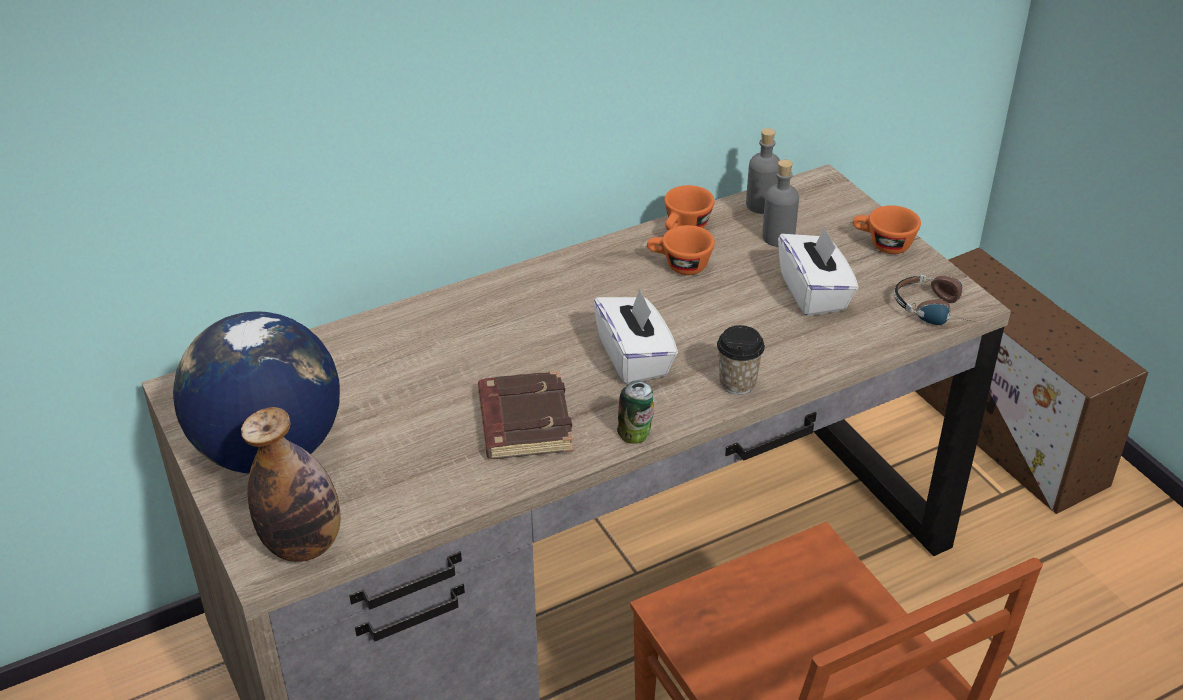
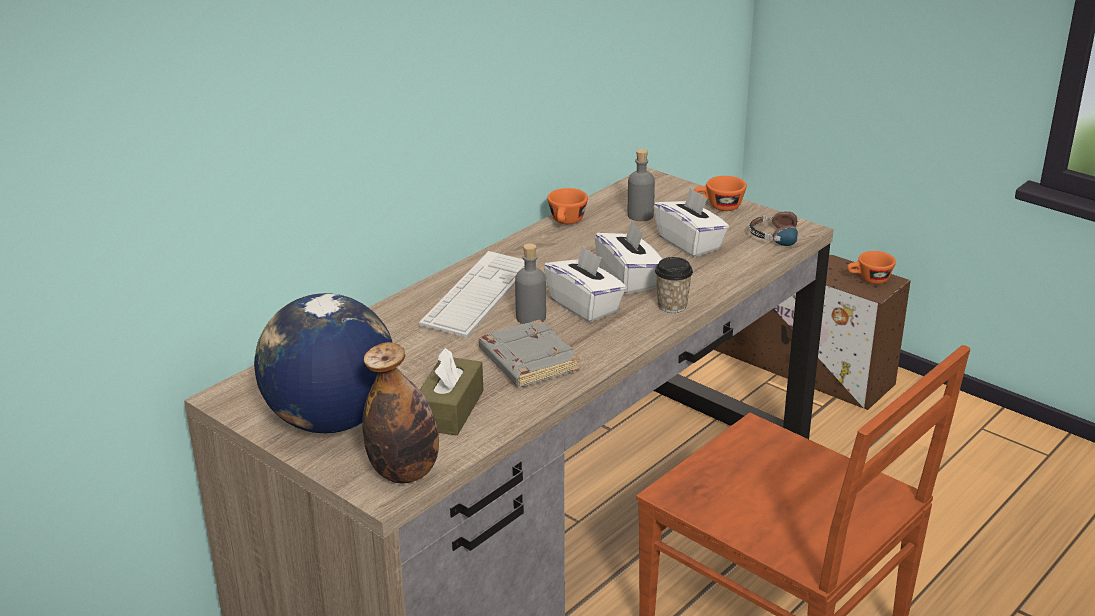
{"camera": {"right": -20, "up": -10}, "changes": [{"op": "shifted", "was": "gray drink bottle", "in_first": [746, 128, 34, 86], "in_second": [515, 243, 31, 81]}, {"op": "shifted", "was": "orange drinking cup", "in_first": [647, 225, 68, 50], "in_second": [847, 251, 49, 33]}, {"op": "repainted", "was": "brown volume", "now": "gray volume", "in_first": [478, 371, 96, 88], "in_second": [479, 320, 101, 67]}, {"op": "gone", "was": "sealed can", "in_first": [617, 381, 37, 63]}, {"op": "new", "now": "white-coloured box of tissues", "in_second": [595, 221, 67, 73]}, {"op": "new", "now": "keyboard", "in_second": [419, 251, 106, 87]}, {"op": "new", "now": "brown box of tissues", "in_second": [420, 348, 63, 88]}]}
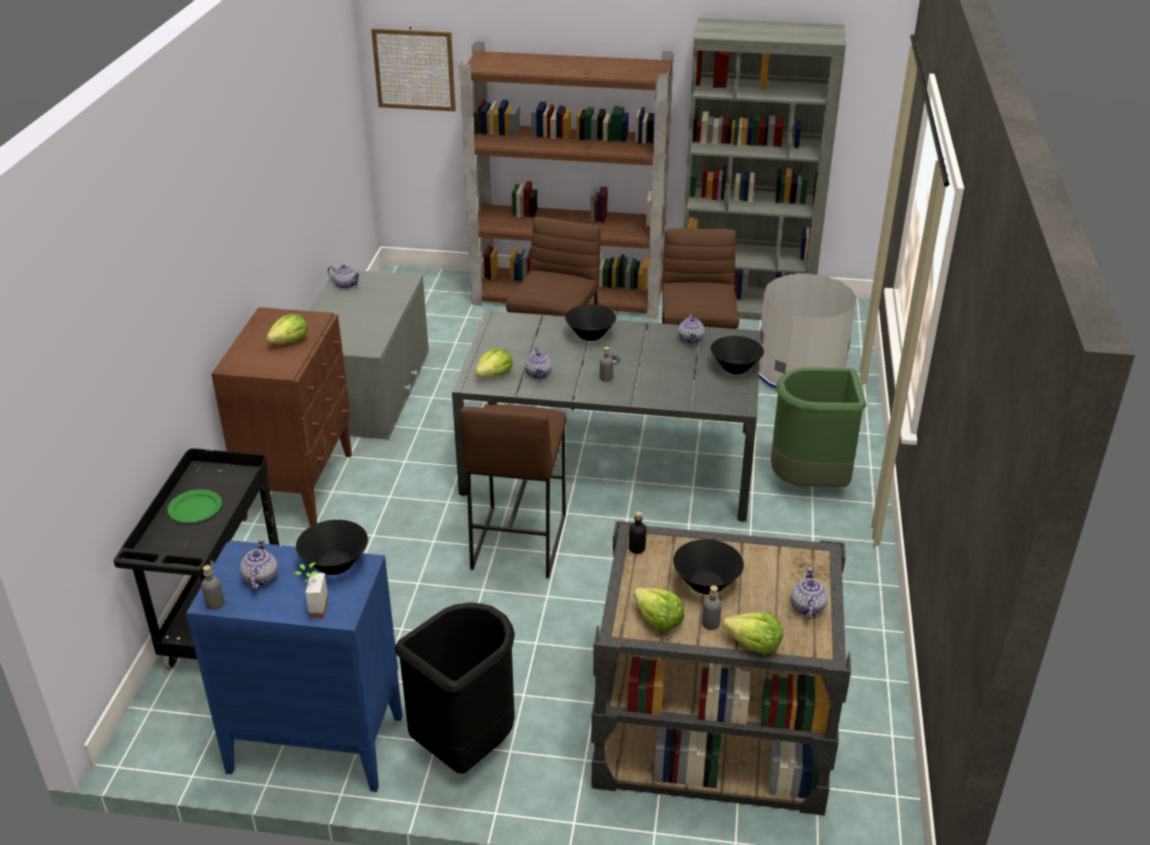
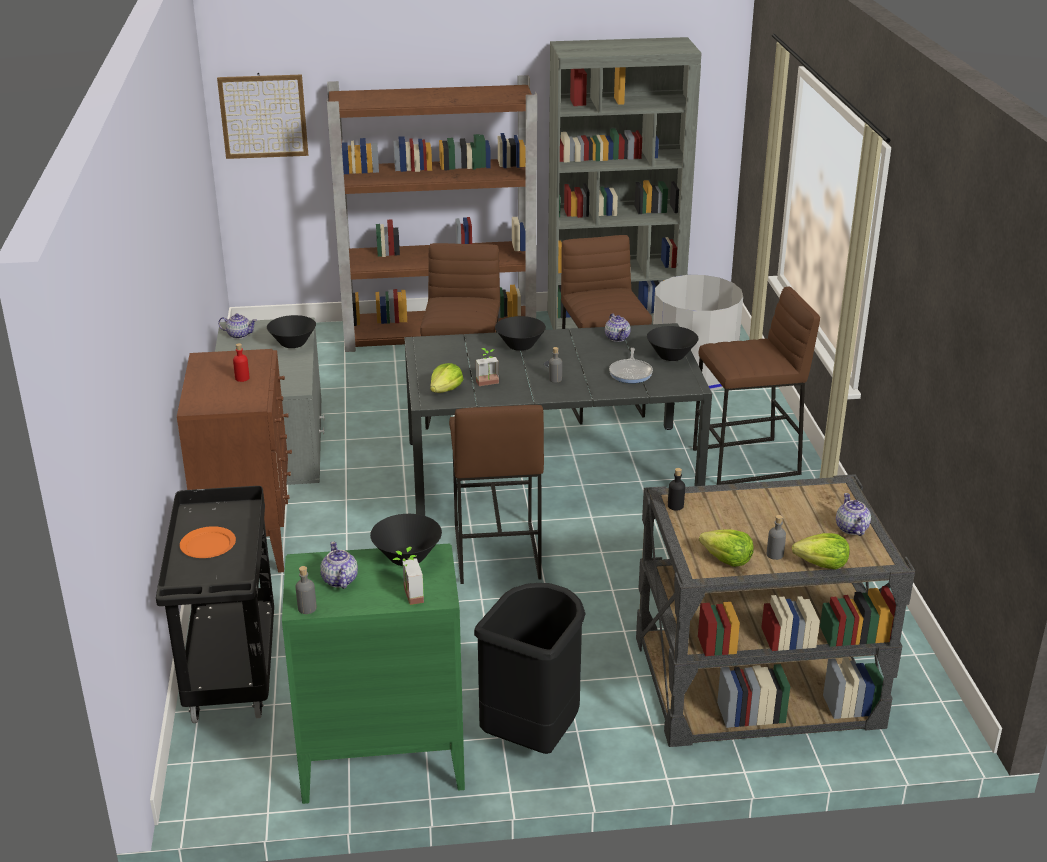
{"camera": {"right": -15, "up": -5}, "changes": [{"op": "swapped", "was": "lettuce head", "now": "reddish drink bottle", "in_first": [266, 314, 42, 30], "in_second": [233, 343, 16, 39]}, {"op": "swapped", "was": "tea pot", "now": "potted plant", "in_first": [525, 347, 27, 32], "in_second": [476, 348, 23, 38]}, {"op": "swapped", "was": "green trash can", "now": "brown stool", "in_first": [771, 368, 96, 119], "in_second": [693, 287, 127, 198]}, {"op": "repainted", "was": "green dinner plate", "now": "orange dinner plate", "in_first": [167, 489, 55, 34], "in_second": [180, 526, 56, 32]}, {"op": "shifted", "was": "black-coloured serving bowl", "in_first": [673, 539, 71, 55], "in_second": [267, 315, 49, 33]}, {"op": "repainted", "was": "blue-coloured dresser", "now": "green dresser", "in_first": [186, 540, 216, 252], "in_second": [282, 543, 183, 261]}, {"op": "new", "now": "frying pan", "in_second": [609, 348, 44, 35]}]}
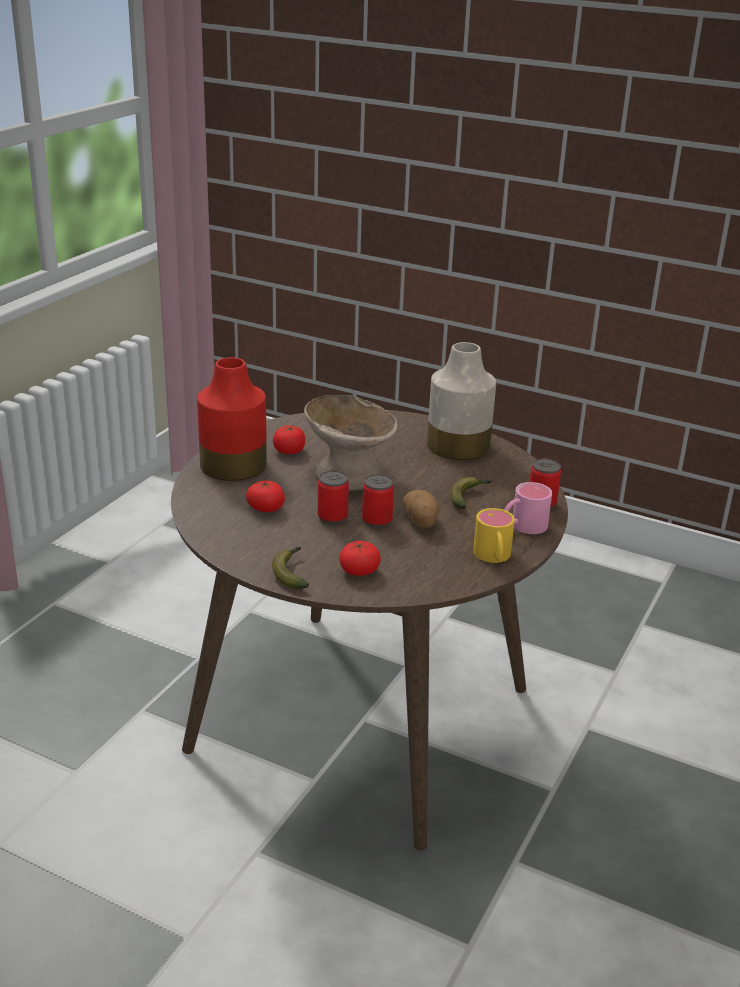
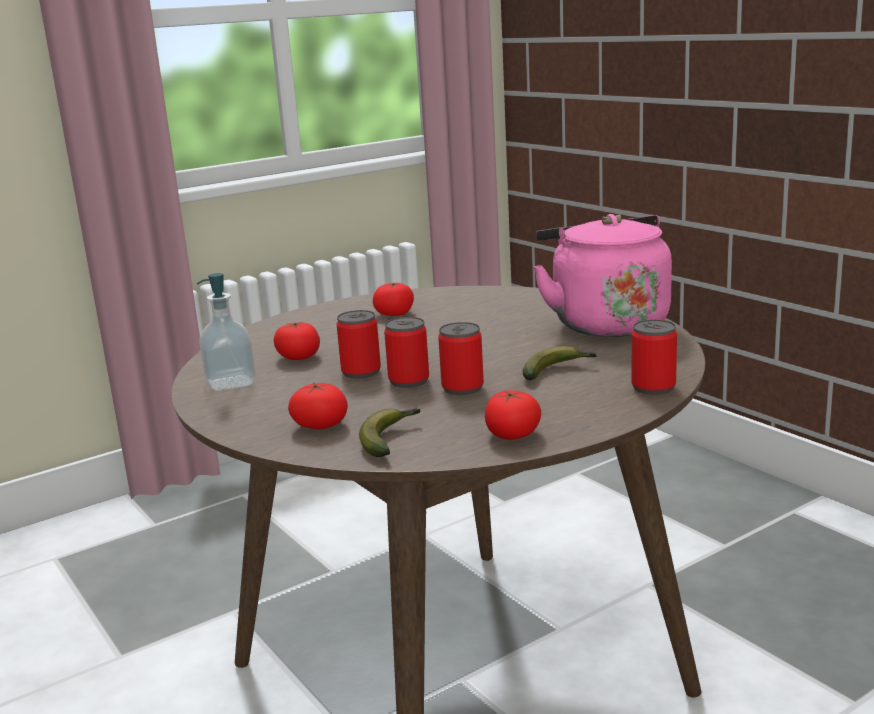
{"camera": {"right": 30, "up": -10}, "changes": [{"op": "swapped", "was": "beige-coloured vase", "now": "pink-coloured water kettle", "in_first": [427, 342, 69, 118], "in_second": [533, 214, 139, 123]}, {"op": "gone", "was": "reddish vase", "in_first": [197, 357, 70, 124]}, {"op": "gone", "was": "beige-coloured serving bowl", "in_first": [304, 395, 94, 96]}, {"op": "gone", "was": "pink-coloured coffee mug", "in_first": [505, 482, 47, 52]}, {"op": "swapped", "was": "spud", "now": "sealed can", "in_first": [403, 490, 36, 38], "in_second": [438, 322, 46, 73]}, {"op": "swapped", "was": "yellow-coloured coffee mug", "now": "fresh tomato", "in_first": [473, 508, 42, 55], "in_second": [485, 390, 56, 50]}, {"op": "shifted", "was": "banana fruit", "in_first": [272, 547, 37, 42], "in_second": [359, 409, 61, 48]}, {"op": "new", "now": "liquid soap bottle", "in_second": [197, 273, 59, 118]}]}
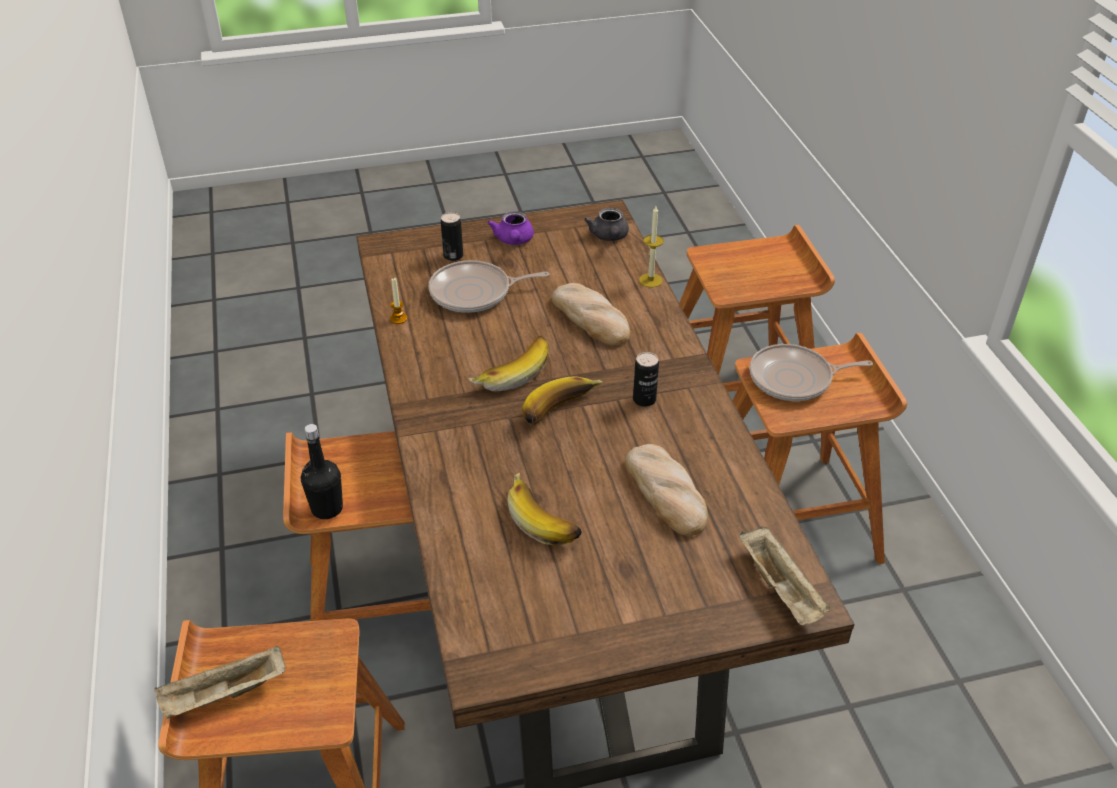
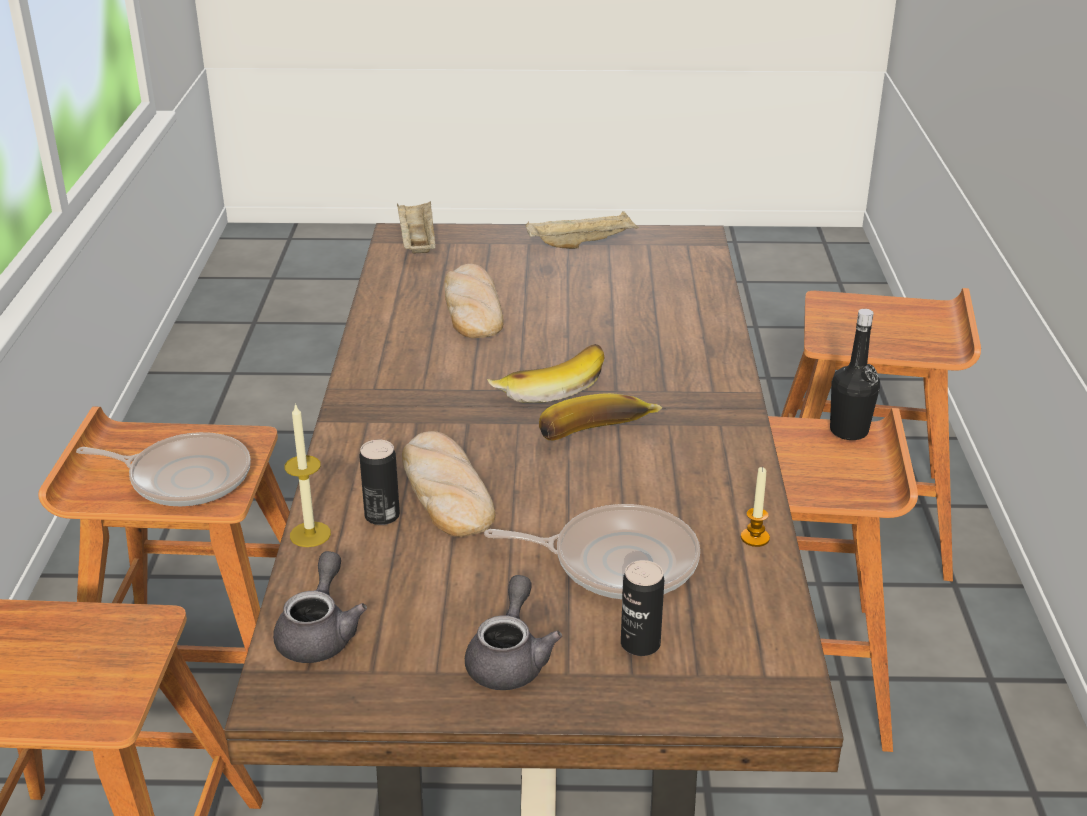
{"camera": {"right": -165, "up": -10}, "changes": [{"op": "repainted", "was": "purple-coloured tea pot", "now": "gray tea pot", "in_first": [487, 211, 47, 34], "in_second": [465, 575, 97, 115]}, {"op": "shifted", "was": "sealed can", "in_first": [633, 352, 26, 55], "in_second": [359, 440, 41, 85]}, {"op": "gone", "was": "banana fruit", "in_first": [507, 472, 75, 73]}, {"op": "shifted", "was": "beige-coloured carrying tray", "in_first": [154, 645, 132, 74], "in_second": [525, 211, 114, 38]}]}
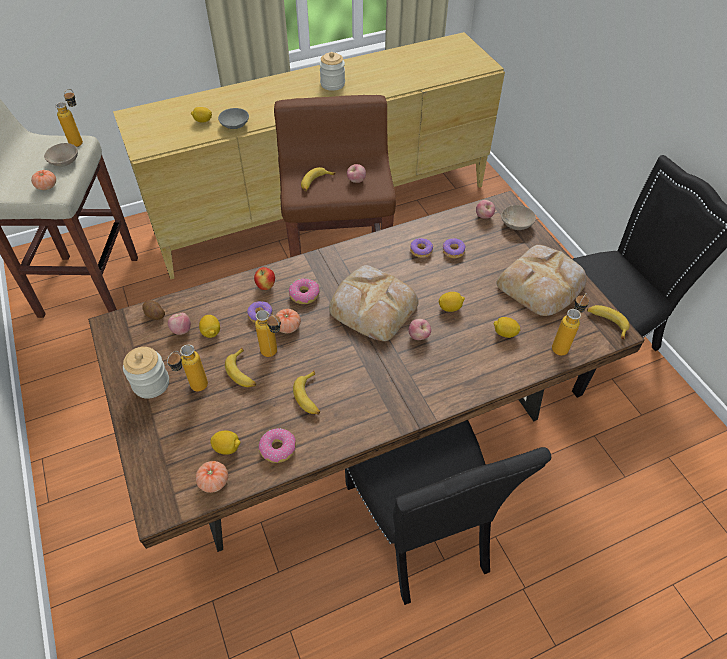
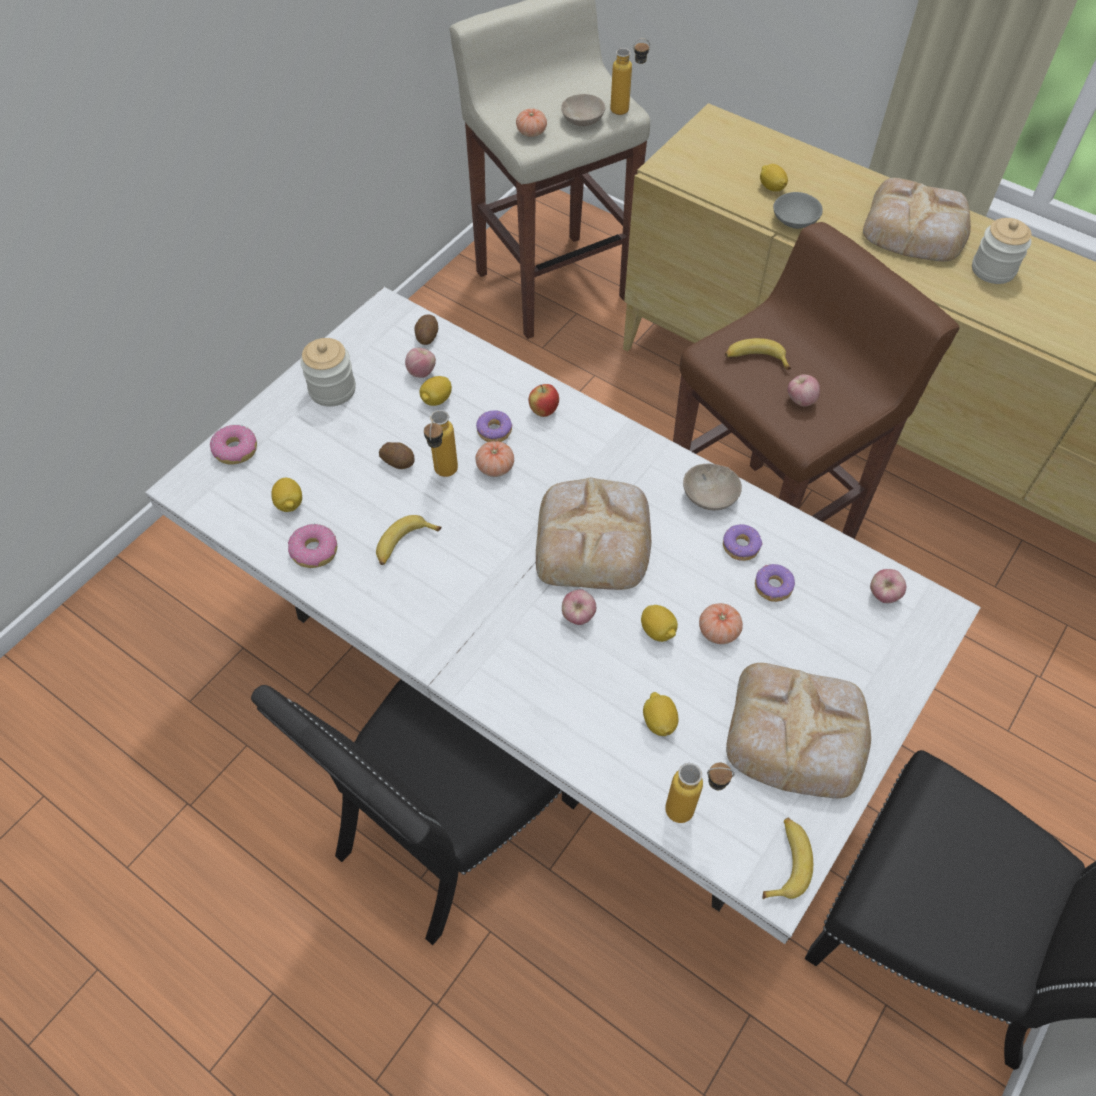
{"camera": {"right": 60, "up": 5}, "changes": [{"op": "repainted", "was": "brown dining table", "now": "white-coloured dining table", "in_first": [88, 191, 557, 361], "in_second": [145, 287, 836, 657]}, {"op": "shifted", "was": "beige-coloured serving bowl", "in_first": [501, 205, 35, 25], "in_second": [683, 464, 59, 46]}, {"op": "shifted", "was": "donut", "in_first": [289, 278, 31, 26], "in_second": [210, 425, 47, 40]}, {"op": "gone", "was": "drink bottle", "in_first": [166, 345, 42, 46]}, {"op": "swapped", "was": "banana fruit", "now": "spud", "in_first": [225, 348, 31, 39], "in_second": [379, 442, 36, 27]}, {"op": "shifted", "was": "fresh tomato", "in_first": [196, 461, 32, 32], "in_second": [699, 603, 44, 41]}, {"op": "new", "now": "bakery bread", "in_second": [863, 178, 108, 84]}]}
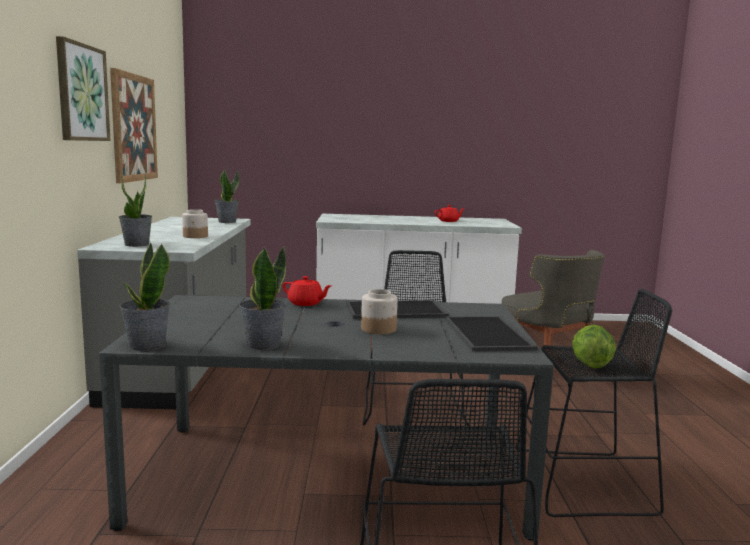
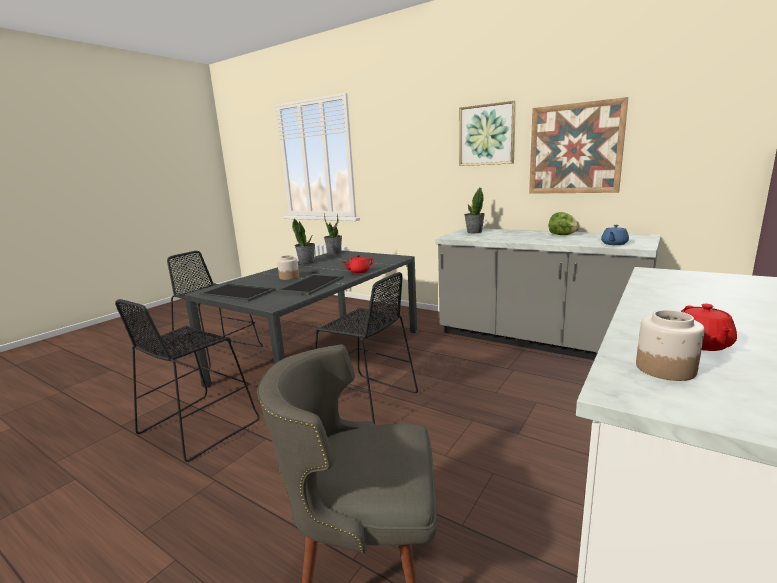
{"camera": {"right": 125, "up": 5}, "changes": [{"op": "swapped", "was": "potted plant", "now": "blue-coloured tea pot", "in_first": [215, 169, 24, 54], "in_second": [601, 225, 28, 20]}, {"op": "shifted", "was": "jar", "in_first": [182, 209, 26, 29], "in_second": [636, 310, 69, 71]}, {"op": "shifted", "was": "lettuce head", "in_first": [572, 325, 44, 44], "in_second": [549, 212, 31, 23]}]}
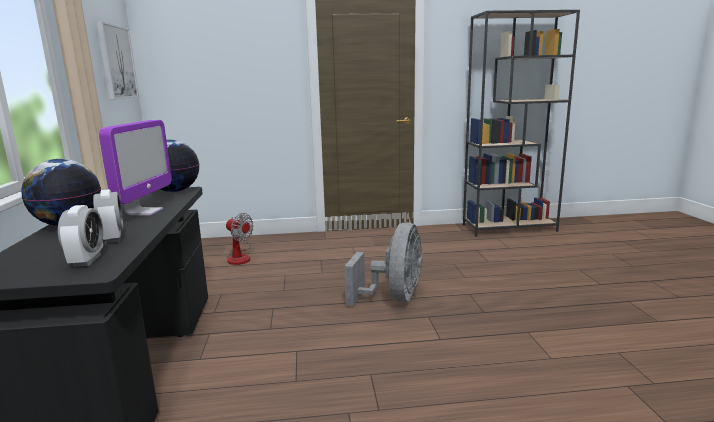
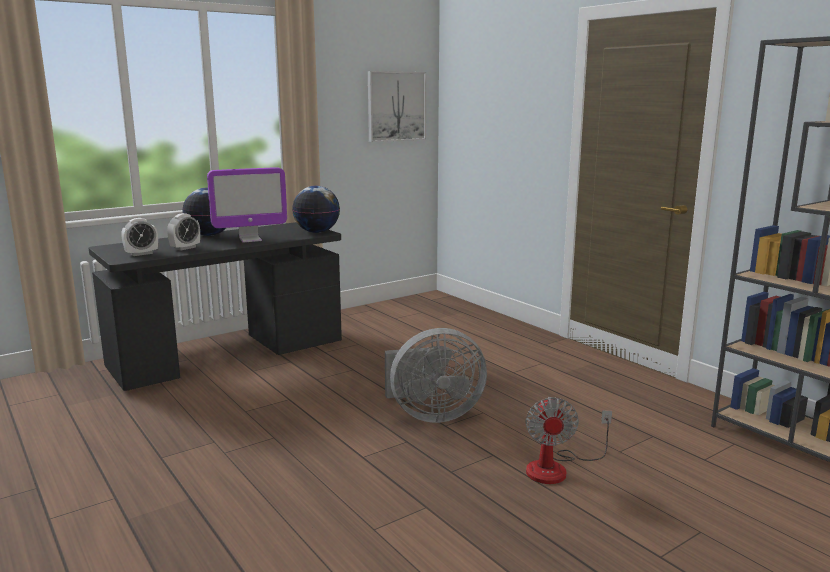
{"camera": {"right": 60, "up": 0}, "changes": [{"op": "shifted", "was": "electric fan", "in_first": [226, 213, 28, 52], "in_second": [525, 397, 87, 87]}]}
